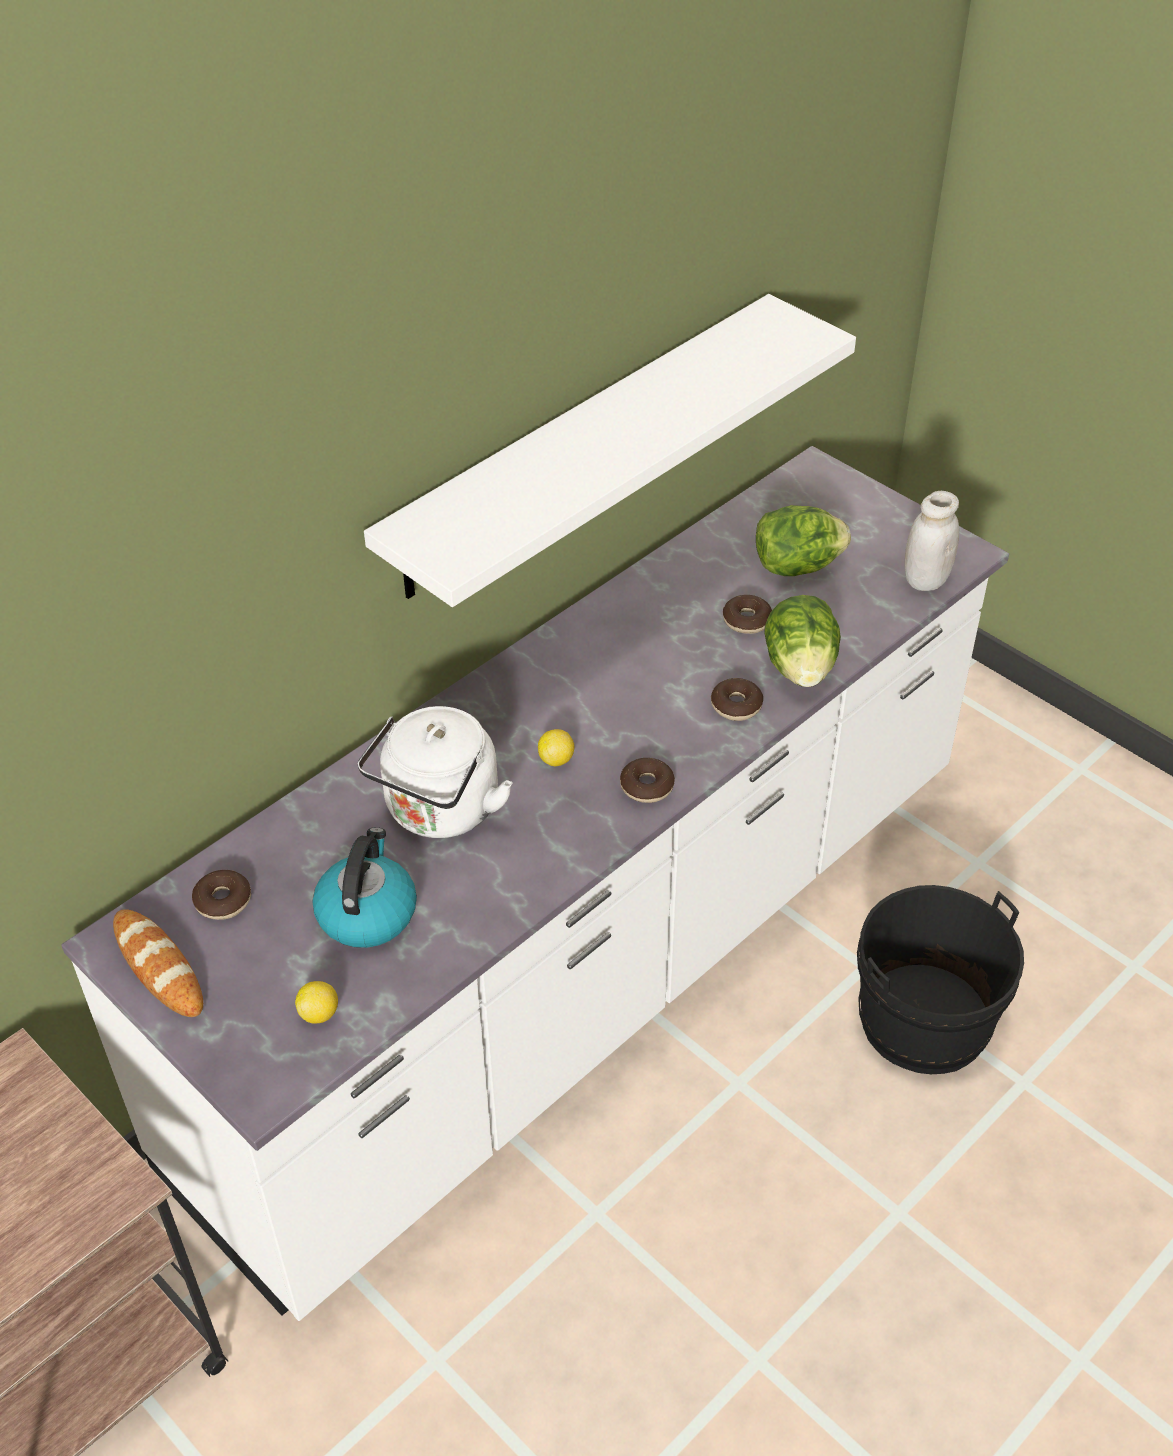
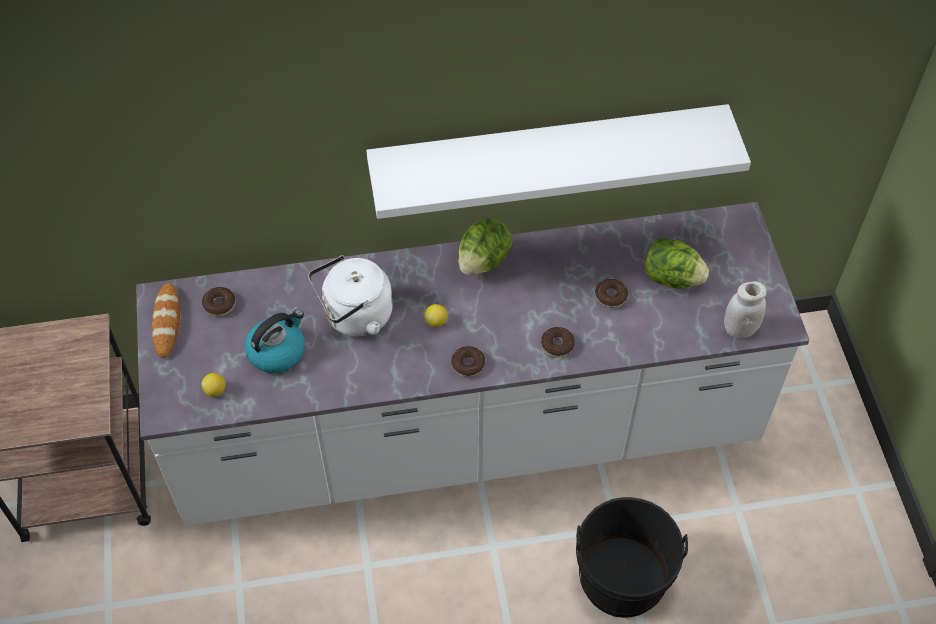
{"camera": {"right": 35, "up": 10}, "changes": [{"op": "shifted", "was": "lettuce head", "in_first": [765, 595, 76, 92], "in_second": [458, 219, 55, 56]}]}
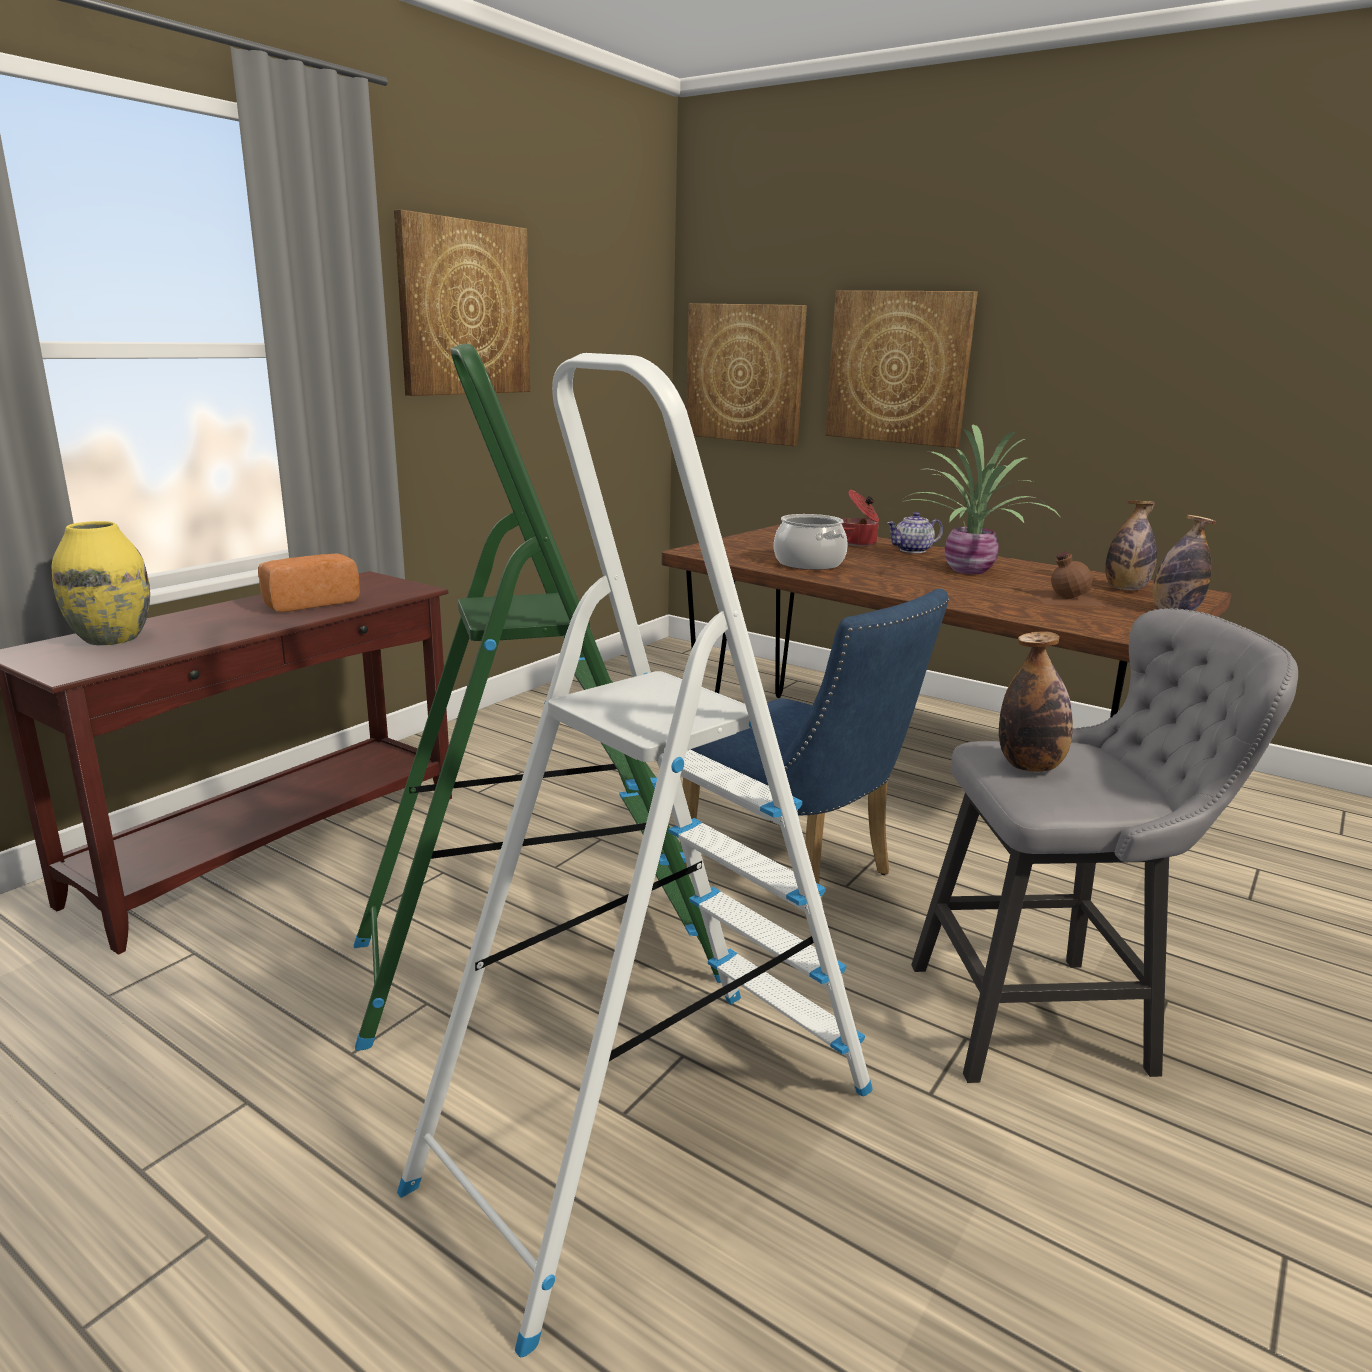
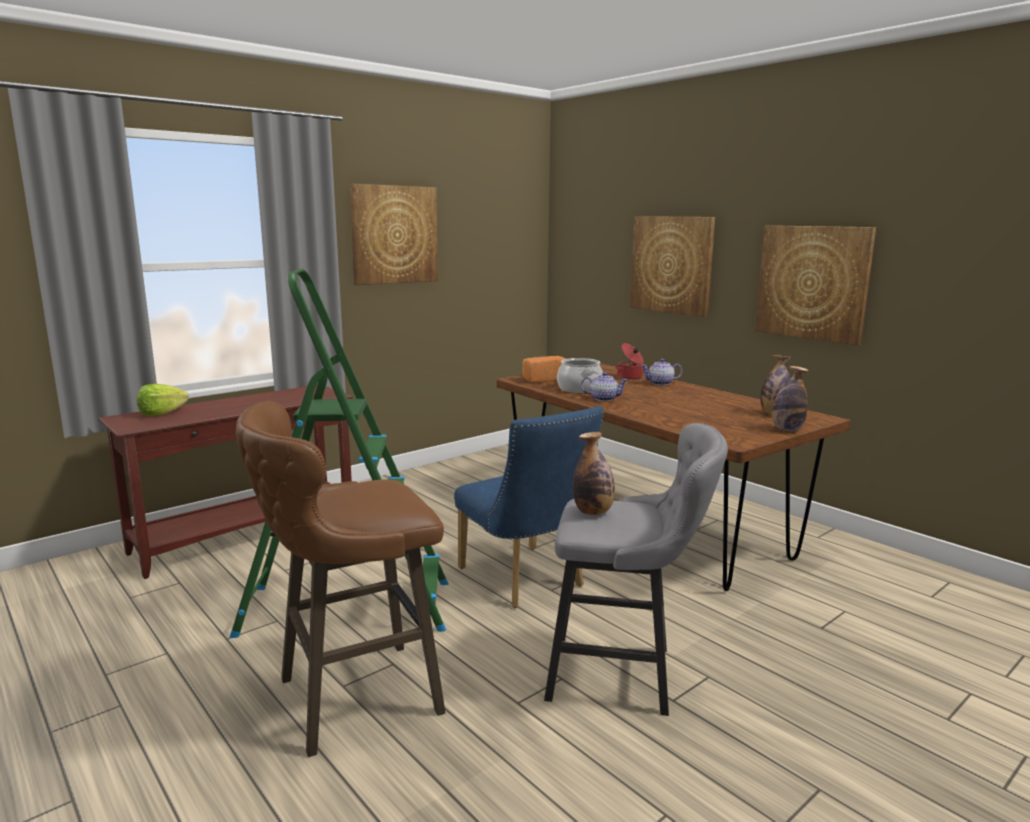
{"camera": {"right": 15, "up": -5}, "changes": [{"op": "shifted", "was": "wall picture", "in_first": [686, 303, 121, 143], "in_second": [755, 225, 121, 120]}, {"op": "swapped", "was": "white-coloured step ladder", "now": "brown stool", "in_first": [397, 353, 476, 1005], "in_second": [236, 401, 210, 356]}, {"op": "gone", "was": "potted plant", "in_first": [903, 425, 158, 149]}, {"op": "swapped", "was": "yellow-coloured vase", "now": "lettuce head", "in_first": [52, 521, 98, 124], "in_second": [137, 384, 52, 32]}, {"op": "gone", "was": "brown drink bottle", "in_first": [1027, 552, 79, 54]}, {"op": "shifted", "was": "bakery bread", "in_first": [258, 553, 102, 59], "in_second": [522, 356, 44, 27]}, {"op": "new", "now": "tea pot", "in_second": [581, 372, 47, 29]}]}
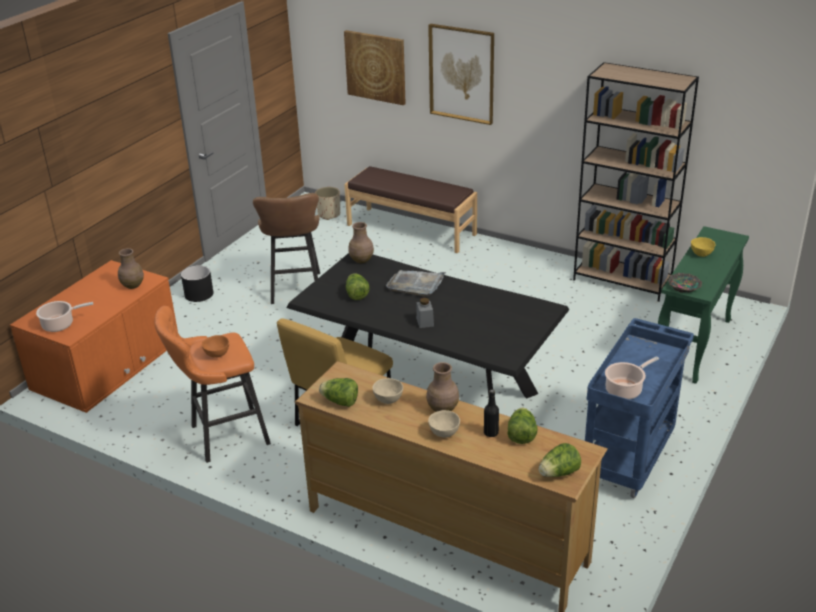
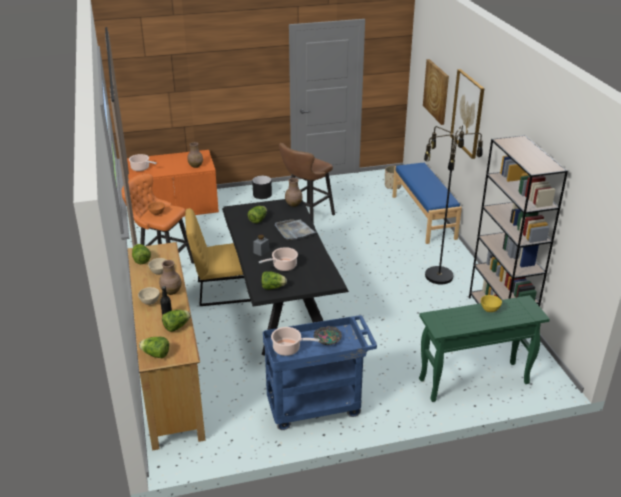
{"camera": {"right": 45, "up": 0}, "changes": [{"op": "repainted", "was": "brown bench", "now": "blue-coloured bench", "in_first": [344, 166, 133, 87], "in_second": [392, 163, 70, 81]}, {"op": "shifted", "was": "serving bowl", "in_first": [668, 273, 34, 20], "in_second": [314, 326, 28, 19]}, {"op": "new", "now": "standing lamp", "in_second": [424, 125, 59, 159]}, {"op": "new", "now": "cooking pot", "in_second": [259, 247, 39, 24]}, {"op": "new", "now": "lettuce head", "in_second": [261, 271, 26, 19]}]}
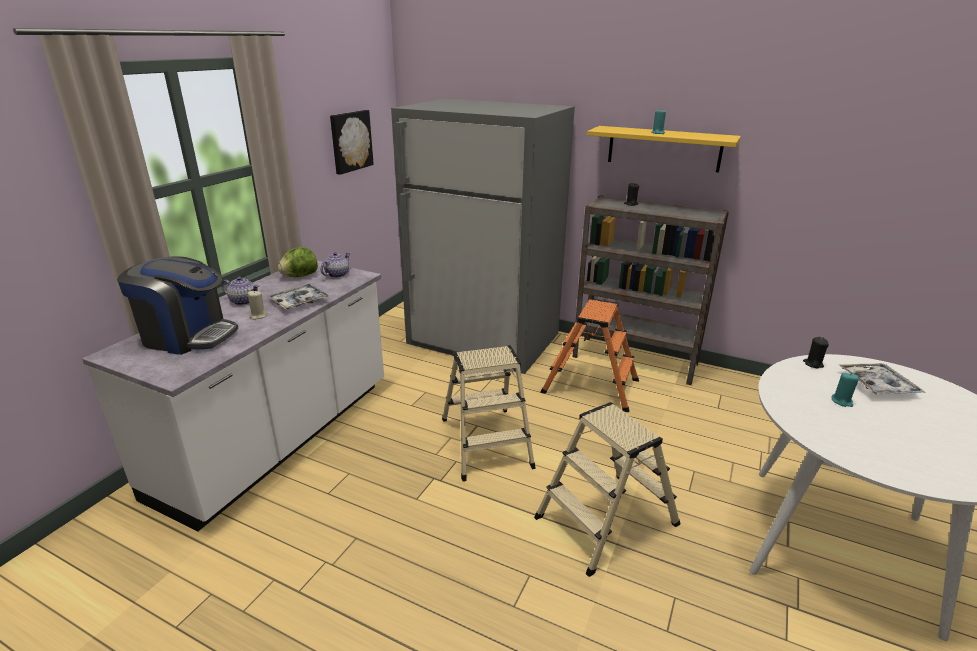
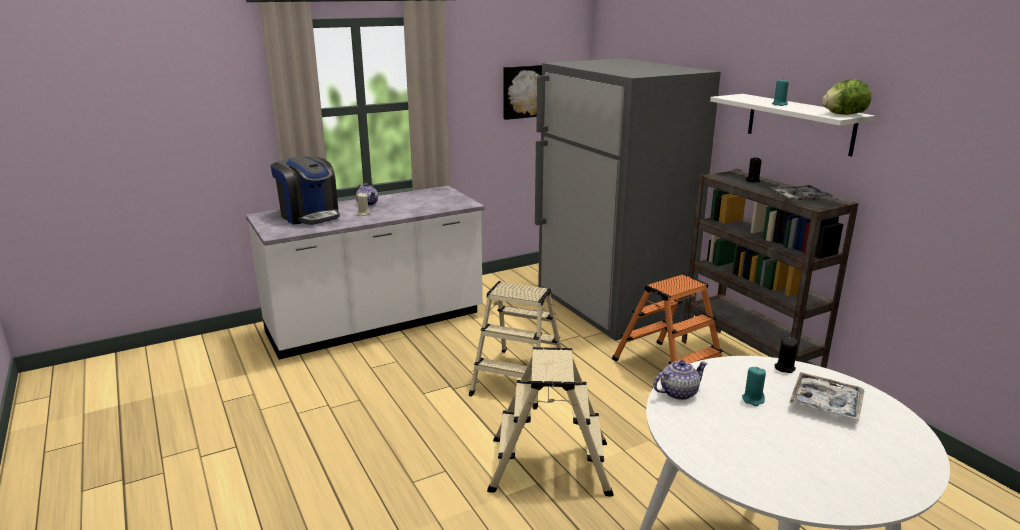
{"camera": {"right": 35, "up": -5}, "changes": [{"op": "repainted", "was": "yellow-coloured bracket shelf", "now": "white-coloured bracket shelf", "in_first": [587, 126, 154, 47], "in_second": [710, 94, 165, 62]}, {"op": "shifted", "was": "lettuce head", "in_first": [278, 247, 40, 30], "in_second": [822, 79, 49, 36]}, {"op": "shifted", "was": "tea pot", "in_first": [321, 252, 29, 26], "in_second": [653, 360, 55, 40]}, {"op": "shifted", "was": "carrying tray", "in_first": [268, 284, 61, 25], "in_second": [770, 185, 63, 15]}]}
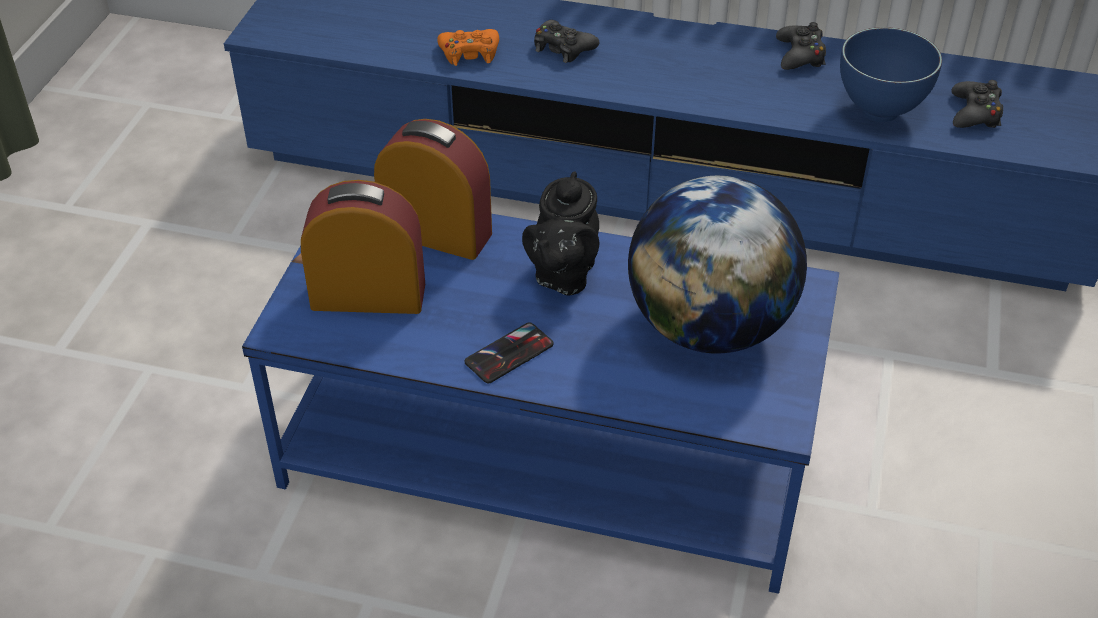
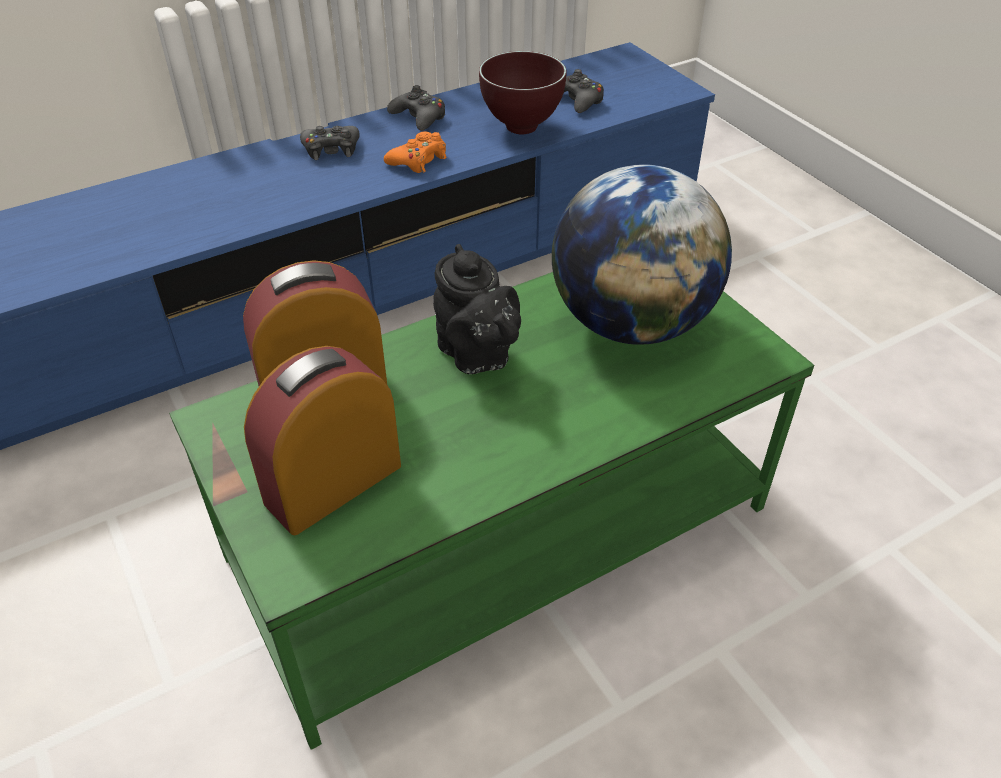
{"camera": {"right": -45, "up": 0}, "changes": [{"op": "shifted", "was": "black-coloured joypad", "in_first": [534, 20, 65, 43], "in_second": [300, 126, 59, 34]}, {"op": "repainted", "was": "blue-coloured serving bowl", "now": "brown serving bowl", "in_first": [840, 27, 102, 95], "in_second": [479, 51, 88, 83]}, {"op": "shifted", "was": "orange joypad", "in_first": [437, 29, 62, 37], "in_second": [384, 131, 63, 42]}, {"op": "repainted", "was": "blue-coloured coffee table", "now": "green coffee table", "in_first": [242, 214, 598, 380], "in_second": [169, 272, 645, 478]}, {"op": "gone", "was": "handset", "in_first": [464, 322, 90, 61]}]}
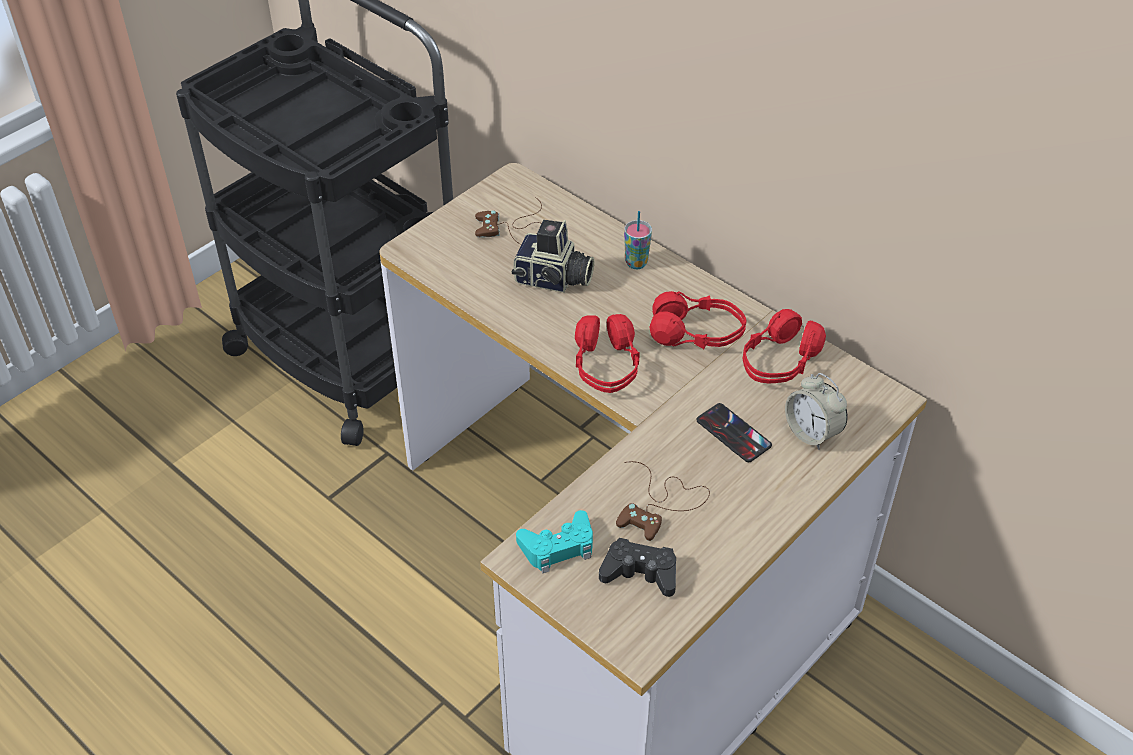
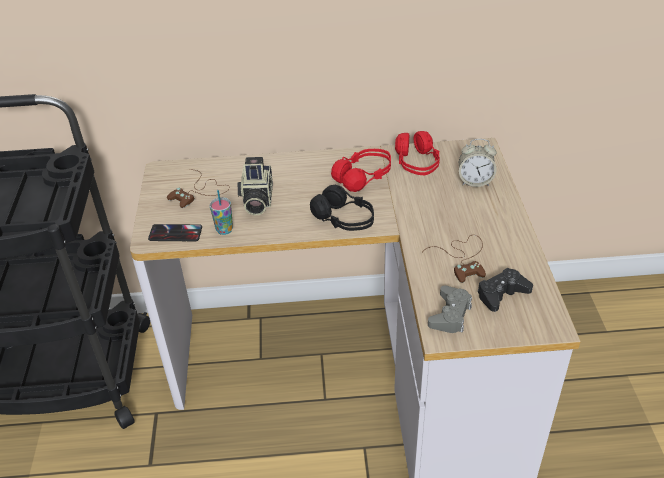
{"camera": {"right": -45, "up": -5}, "changes": [{"op": "shifted", "was": "drinking cup", "in_first": [624, 211, 28, 58], "in_second": [210, 190, 23, 45]}, {"op": "rotated", "was": "still camera", "in_first": [512, 220, 82, 73], "in_second": [238, 157, 35, 59], "clockwise": 120}, {"op": "repainted", "was": "reddish headset", "now": "black-coloured headset", "in_first": [575, 314, 65, 79], "in_second": [310, 185, 64, 46]}, {"op": "shifted", "was": "handset", "in_first": [696, 403, 76, 59], "in_second": [148, 224, 54, 17]}, {"op": "repainted", "was": "turquoise joypad", "now": "gray joypad", "in_first": [516, 510, 77, 63], "in_second": [428, 285, 44, 48]}]}
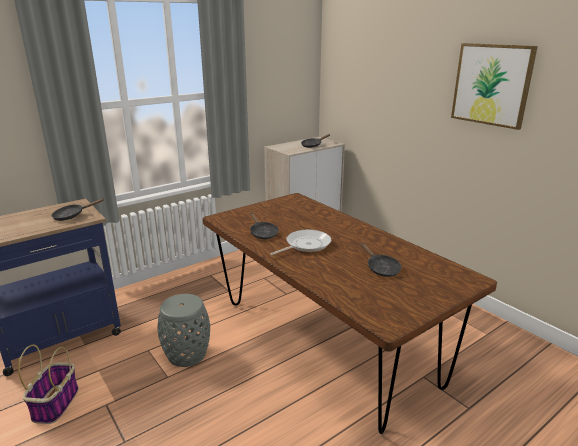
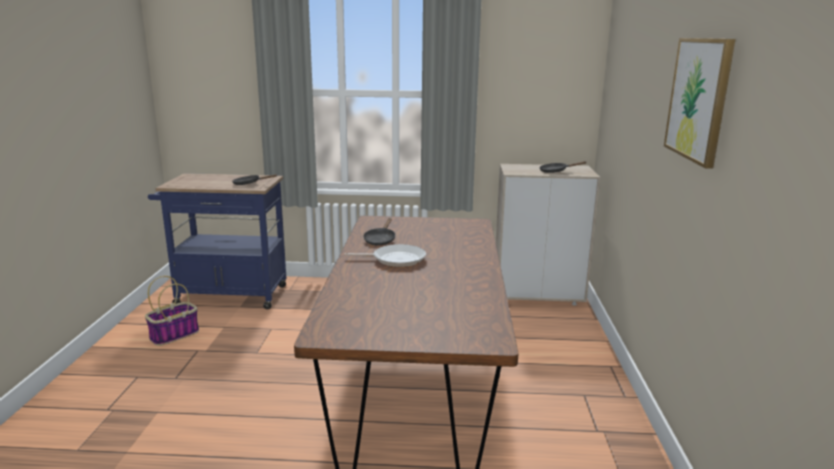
{"camera": {"right": 40, "up": -5}, "changes": [{"op": "gone", "was": "black-coloured frying pan", "in_first": [361, 243, 40, 34]}, {"op": "gone", "was": "gray stool", "in_first": [157, 294, 53, 73]}]}
